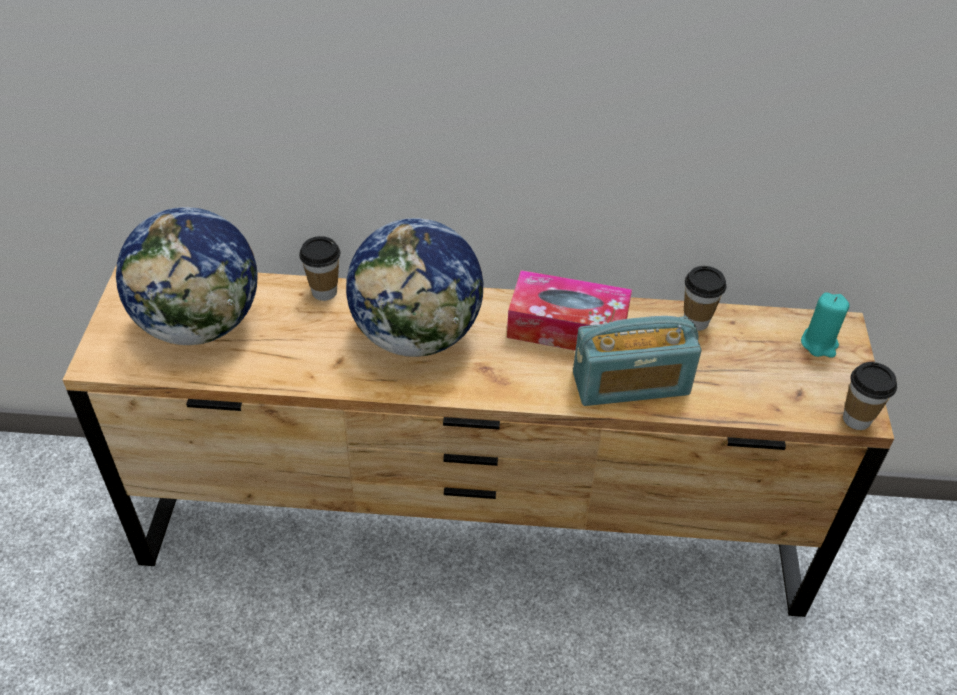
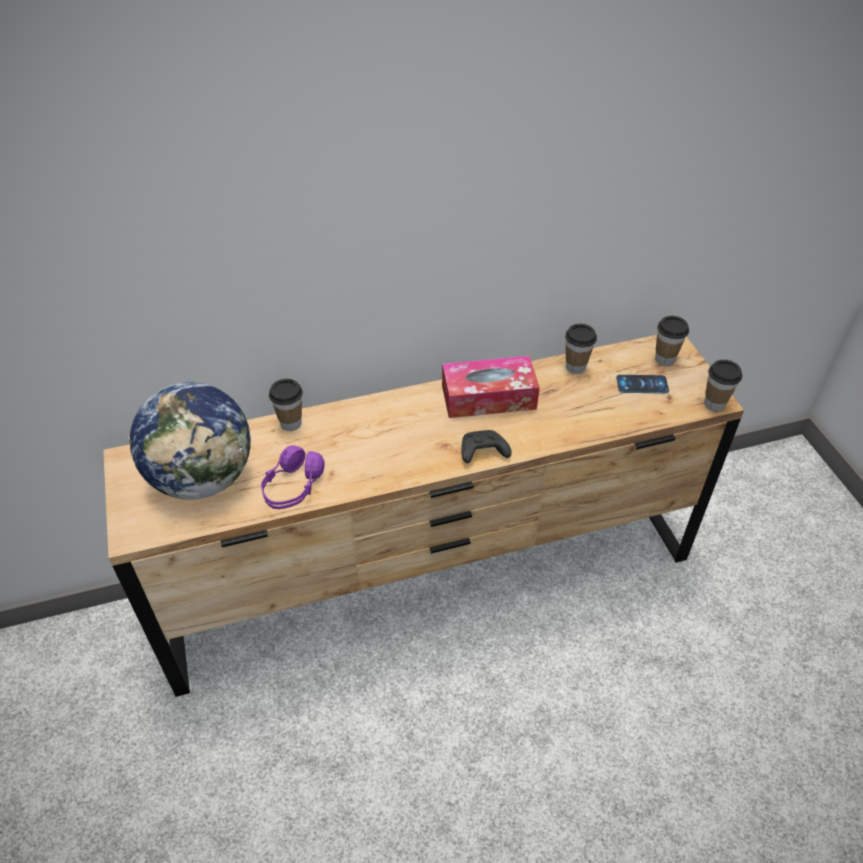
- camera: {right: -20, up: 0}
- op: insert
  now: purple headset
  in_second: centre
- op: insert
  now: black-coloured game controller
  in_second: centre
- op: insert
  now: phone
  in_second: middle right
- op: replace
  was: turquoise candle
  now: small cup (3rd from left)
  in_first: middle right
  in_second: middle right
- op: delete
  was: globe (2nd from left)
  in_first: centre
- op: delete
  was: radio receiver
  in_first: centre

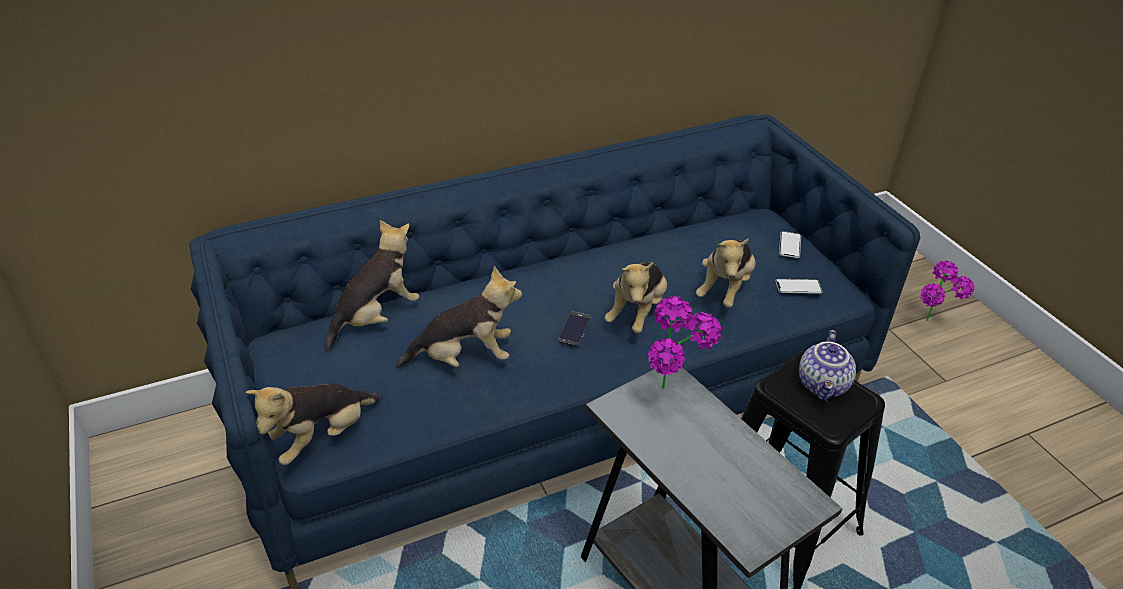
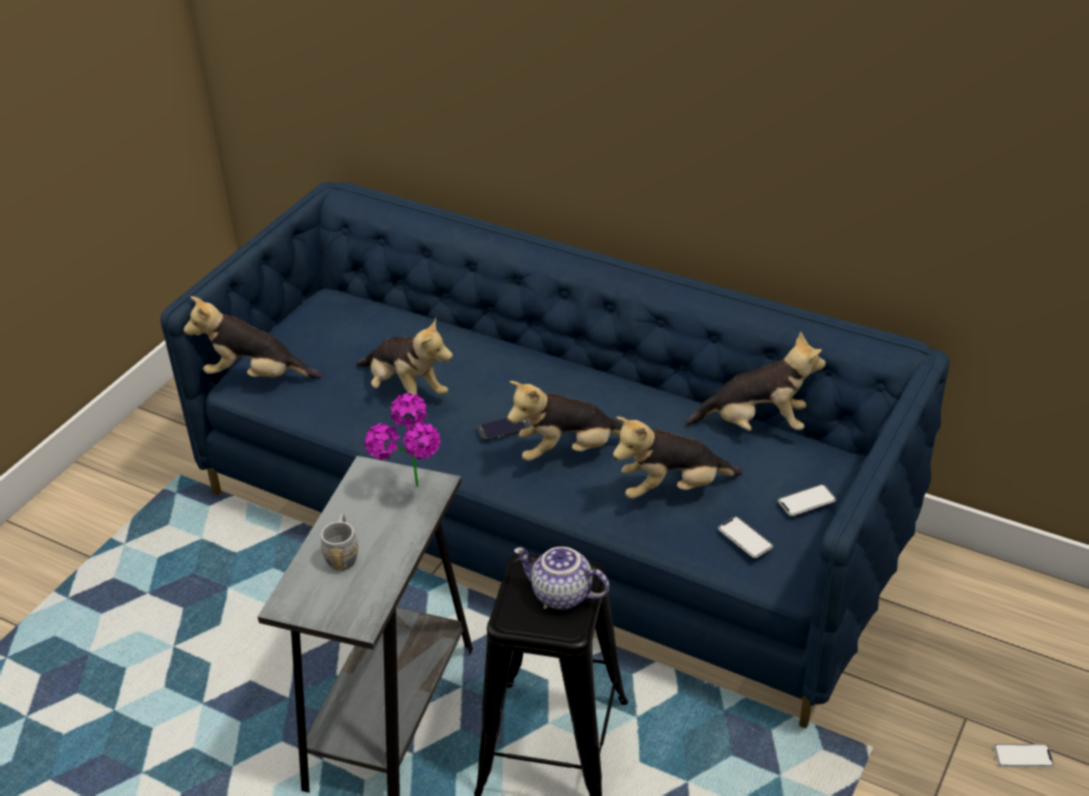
- camera: {right: 55, up: 0}
- op: insert
  now: greyish mug
  in_second: bottom left
- op: rotate
  was: teapot
  in_first: middle right
  in_second: bottom centre
  clockwise: 45
- op: move
  was: soft toy (2nd from left in the first image)
  now: soft toy (5th from left)
  in_first: middle left
  in_second: middle right
- op: replace
  was: plant in a pot (2nd from left)
  now: phone (4th from left)
  in_first: middle right
  in_second: bottom right

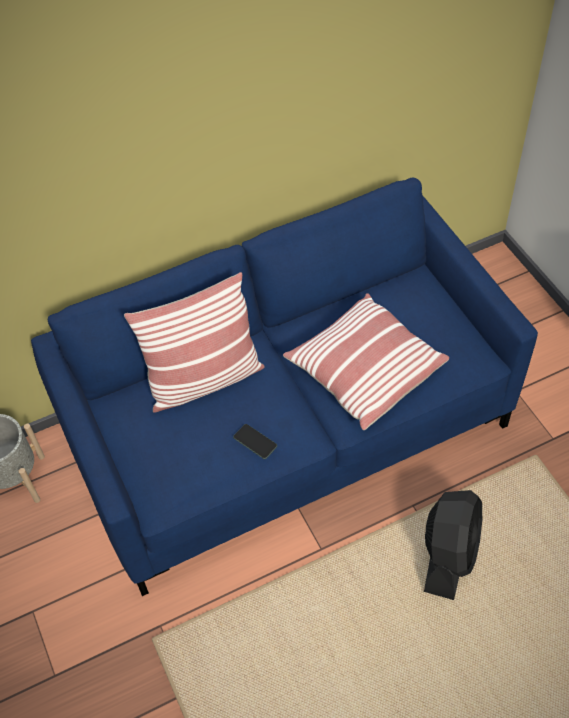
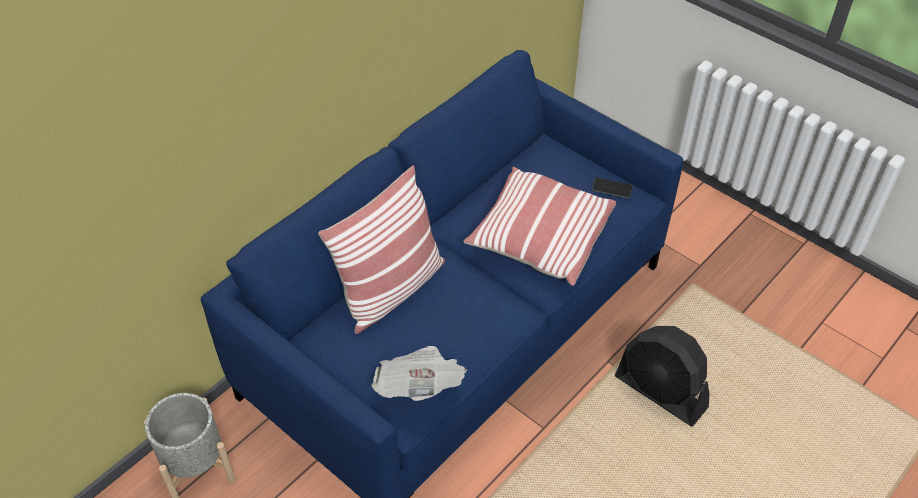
- camera: {right: -25, up: -5}
- op: insert
  now: newspaper
  in_second: bottom centre
- op: move
  was: phone
  in_first: centre
  in_second: middle right
- op: rotate
  was: black-coloured electric fan
  in_first: bottom right
  in_second: bottom right
  clockwise: 135

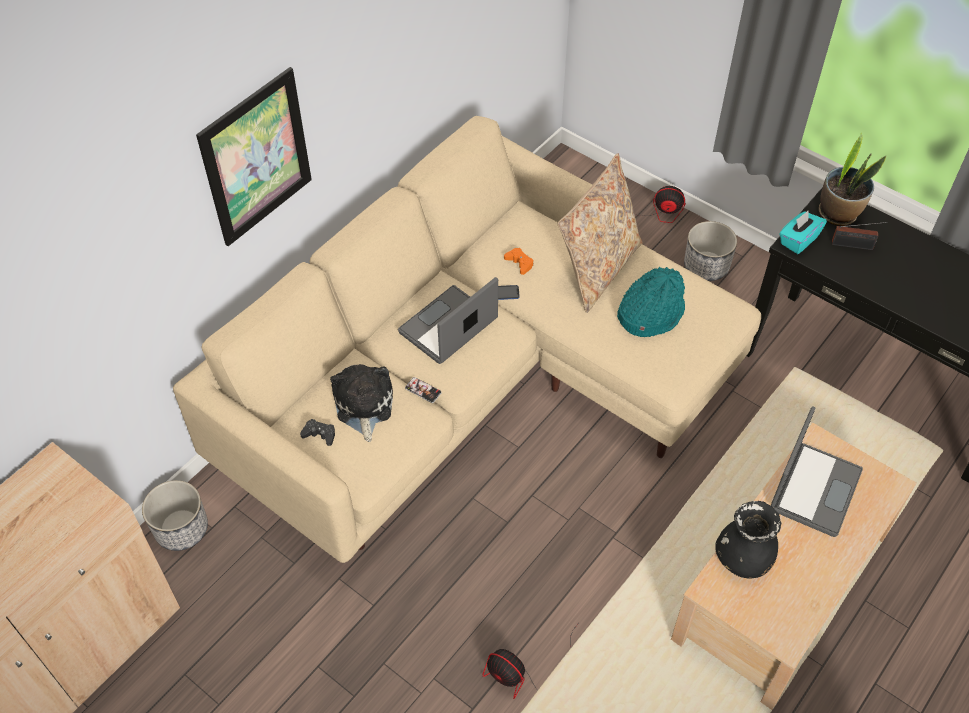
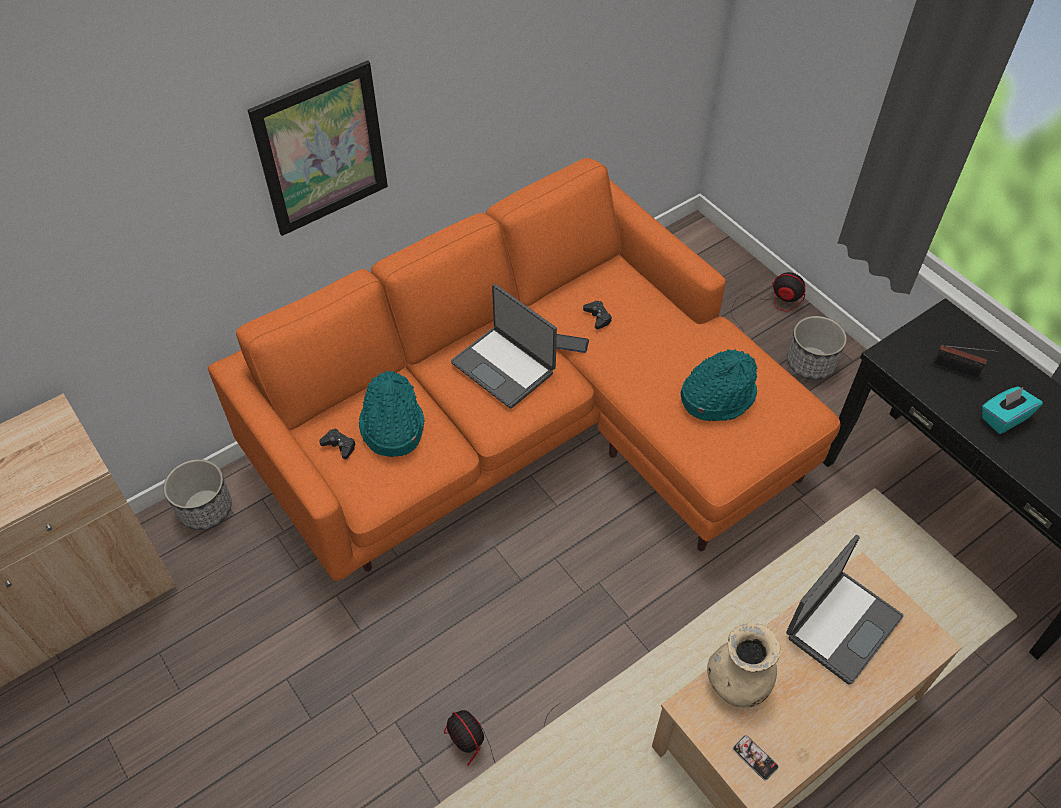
- camera: {right: 15, up: 0}
- op: recolor
  was: beige-coloured couch
  now: orangey couch
  in_first: centre
  in_second: centre
- op: replace
  was: soft toy
  now: turquoise clothing hat (1st from left)
  in_first: centre
  in_second: centre
- op: rotate
  was: portable computer (1st from left)
  in_first: centre
  in_second: centre
  clockwise: -105
- op: recolor
  was: orangey game controller
  now: black-coloured game controller (2nd from left)
  in_first: centre
  in_second: centre
- op: recolor
  was: black-coloured flower vase
  now: beige-coloured flower vase
  in_first: bottom right
  in_second: bottom right
- op: move
  was: phone (1st from left in the first image)
  now: phone (2nd from left)
  in_first: centre
  in_second: bottom right
- op: move
  was: turquoise tissue holder
  in_first: top right
  in_second: middle right
- op: delete
  was: beige-coloured cushion
  in_first: top centre
- op: delete
  was: plant in a pot
  in_first: top right

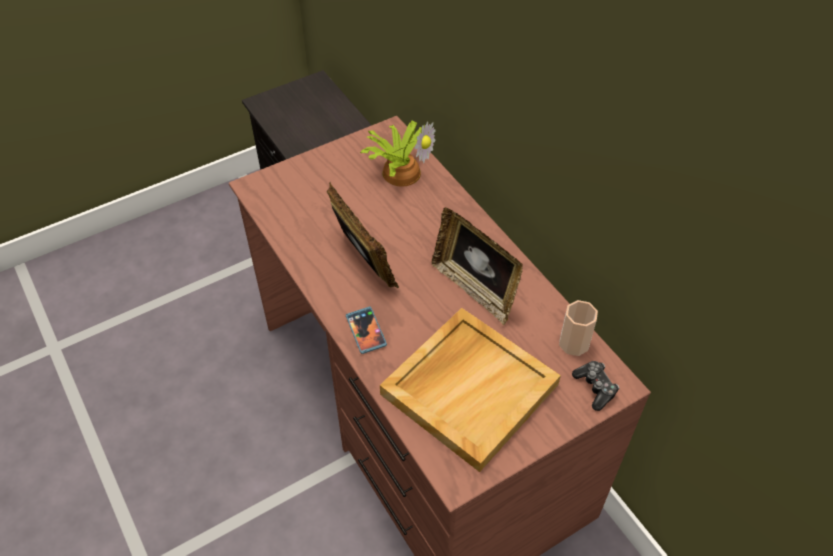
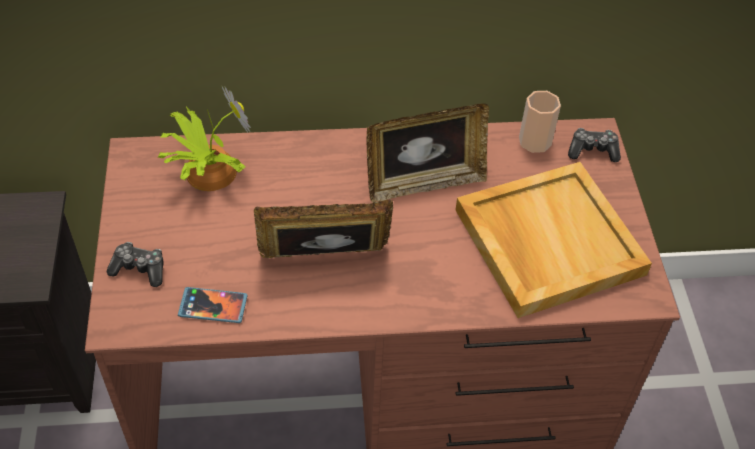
- camera: {right: -65, up: 0}
- op: insert
  now: game controller (1st from left)
  in_second: middle left
- op: move
  was: phone
  in_first: centre
  in_second: bottom left

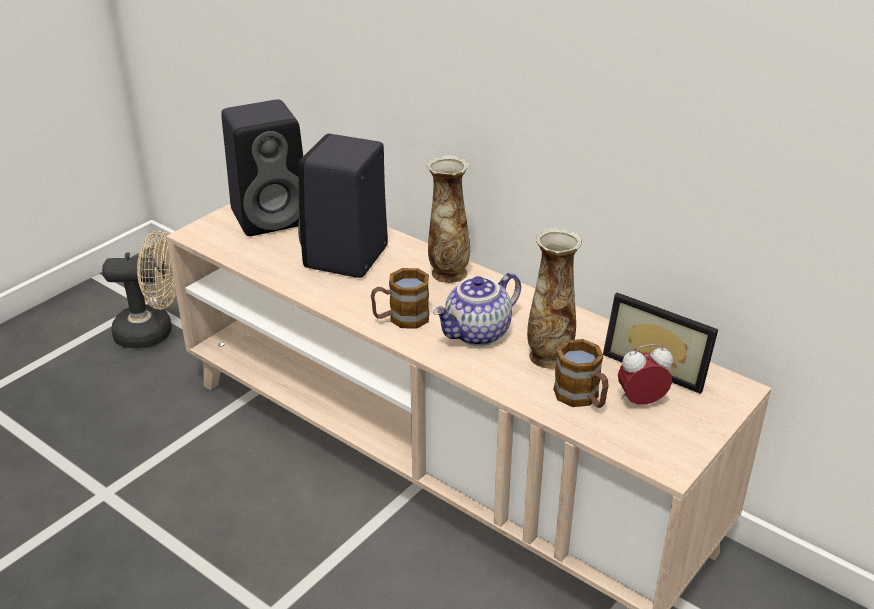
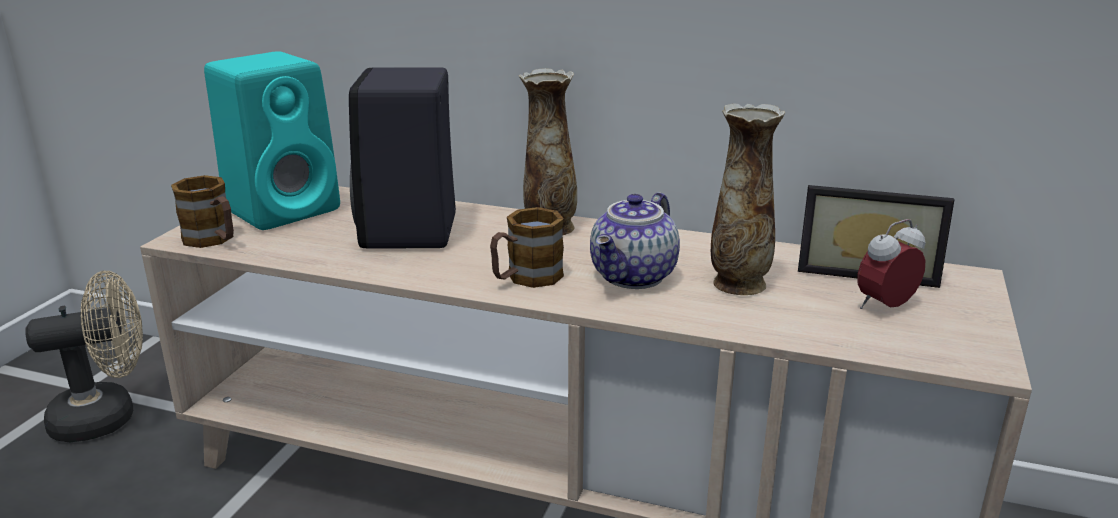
- camera: {right: -20, up: -10}
- op: move
  was: mug (2nd from left in the first image)
  now: mug (1st from left)
  in_first: centre
  in_second: middle left
- op: recolor
  was: black-coloured loudspeaker (1st from left)
  now: turquoise loudspeaker
  in_first: top left
  in_second: top left

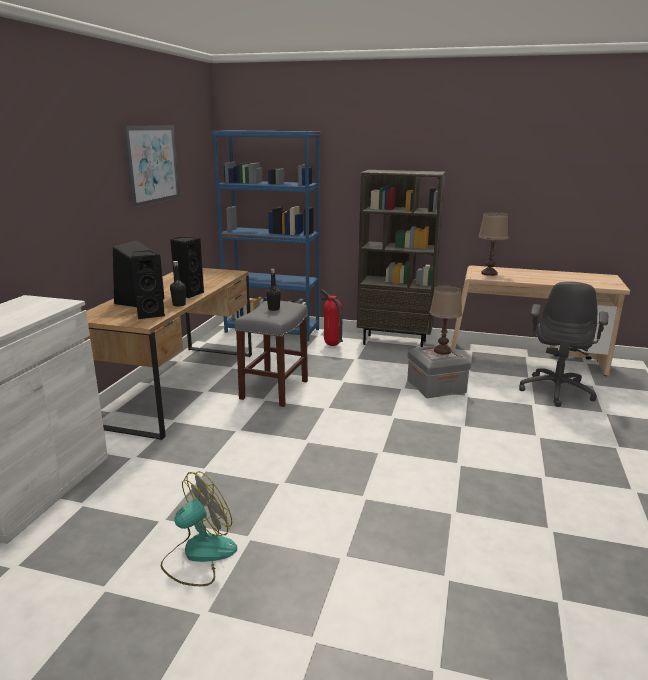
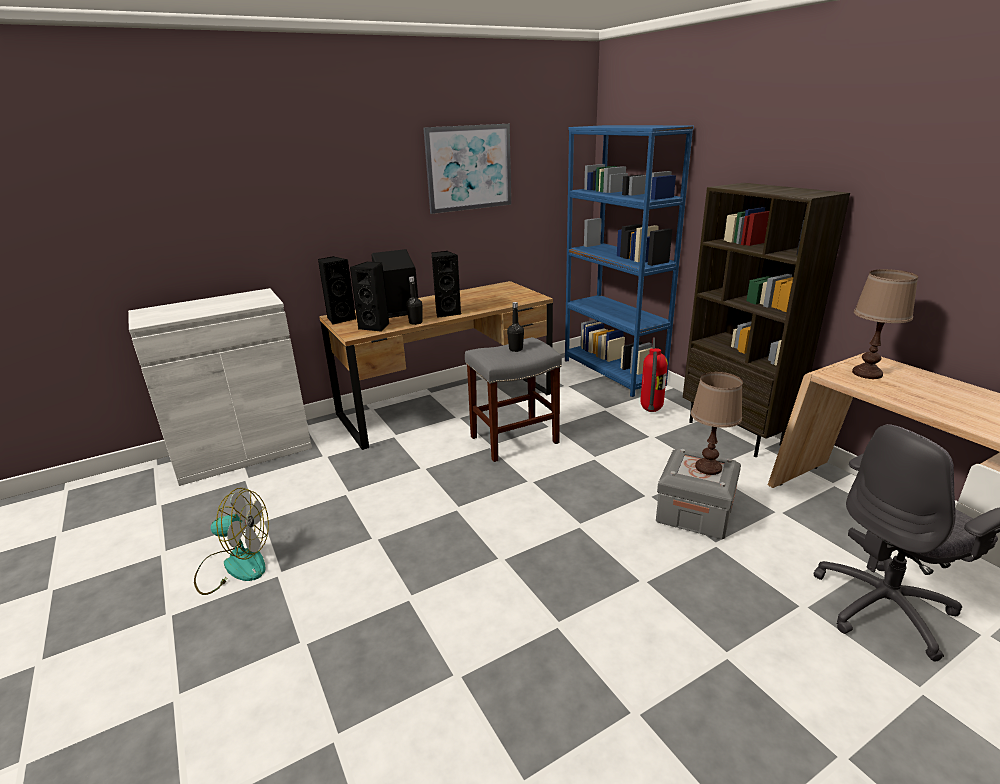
- camera: {right: 45, up: 5}
- op: insert
  now: black-coloured loudspeaker (1st from left)
  in_second: centre

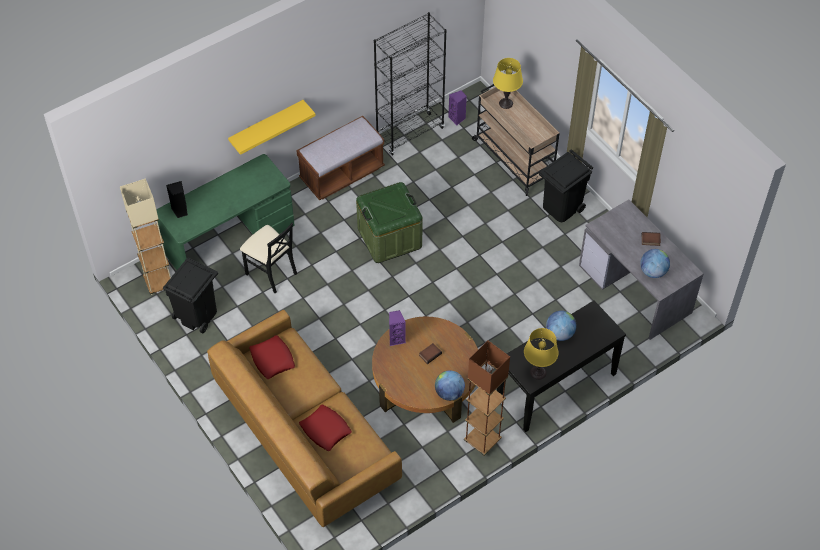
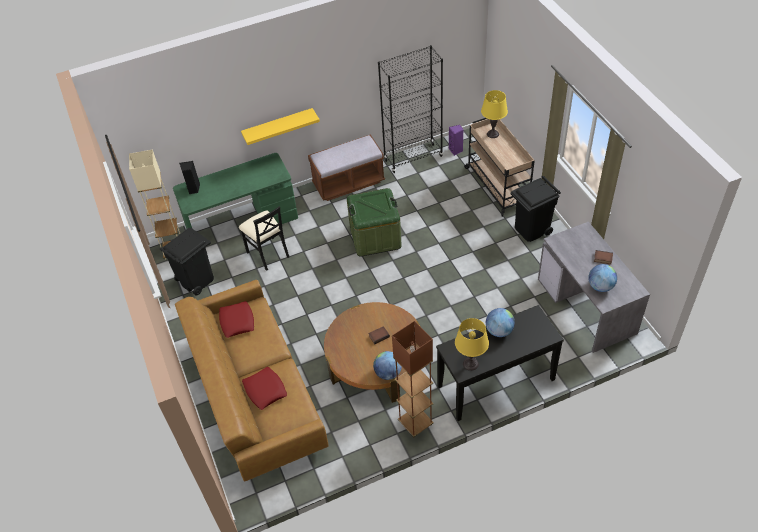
- camera: {right: 15, up: -5}
- op: delete
  was: purple loudspeaker (1st from left)
  in_first: centre

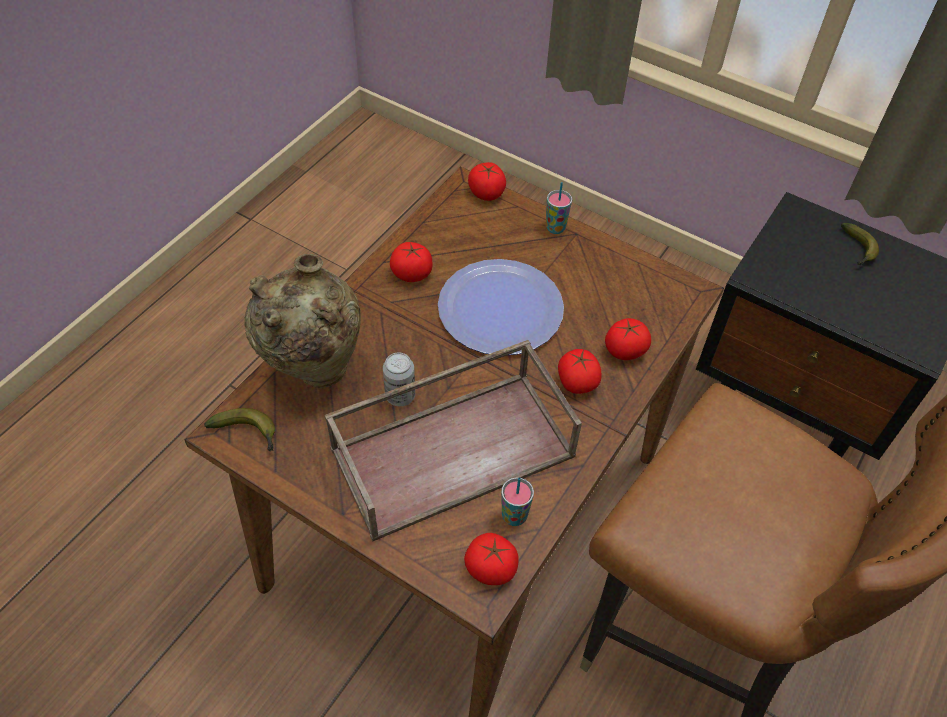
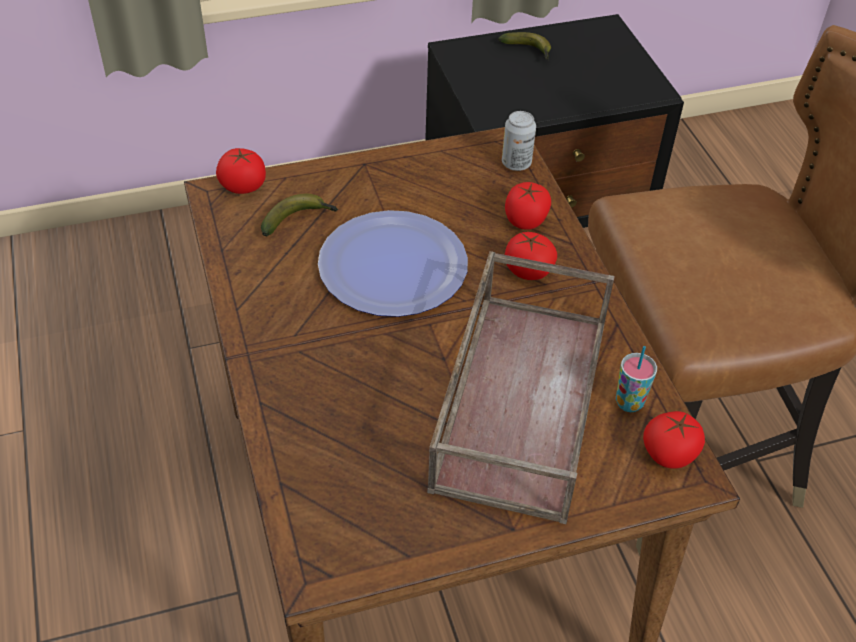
- camera: {right: -50, up: -5}
- op: move
  was: banana (1st from left)
  in_first: middle left
  in_second: centre
- op: move
  was: metal can
  in_first: centre
  in_second: top centre
- op: delete
  was: beige-coloured flower vase
  in_first: middle left
- op: delete
  was: tomato (1st from left)
  in_first: centre
- op: delete
  was: small cup (2nd from left)
  in_first: top centre

